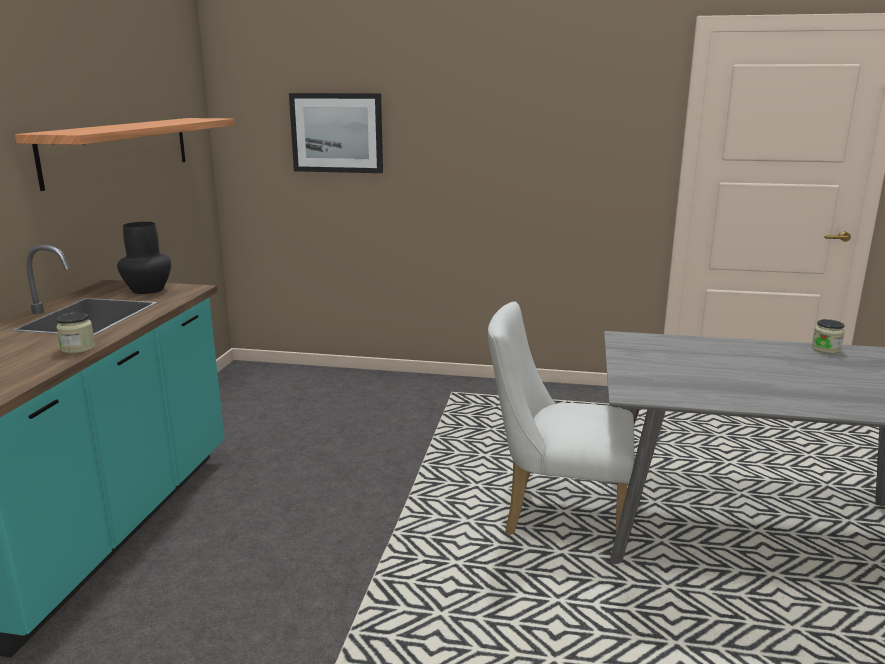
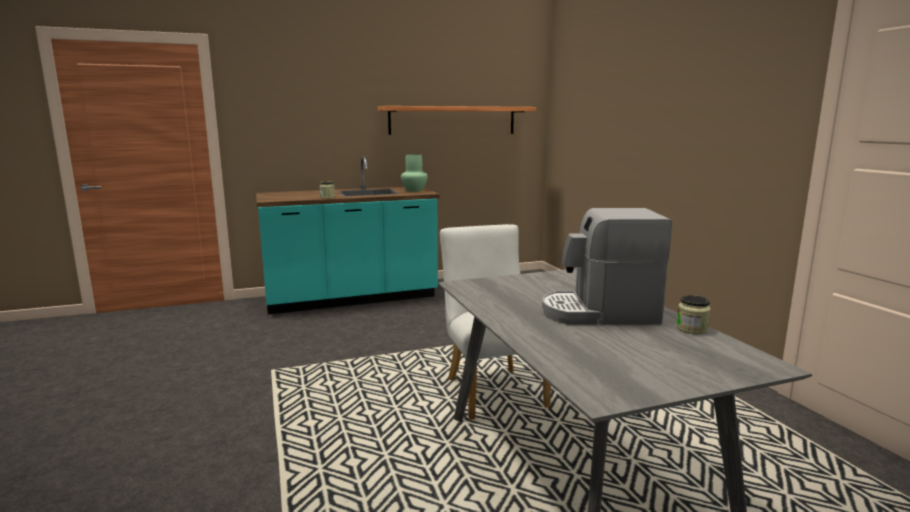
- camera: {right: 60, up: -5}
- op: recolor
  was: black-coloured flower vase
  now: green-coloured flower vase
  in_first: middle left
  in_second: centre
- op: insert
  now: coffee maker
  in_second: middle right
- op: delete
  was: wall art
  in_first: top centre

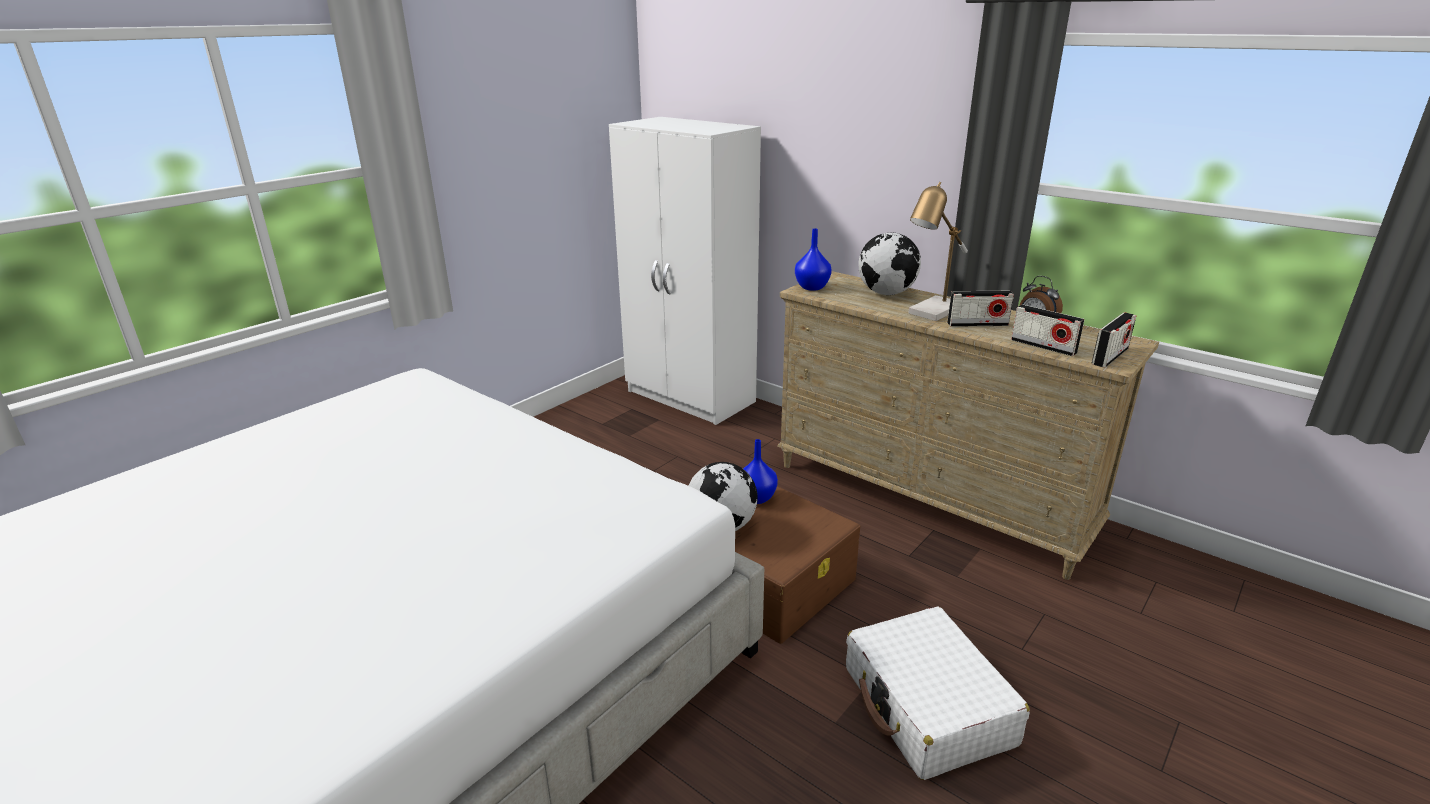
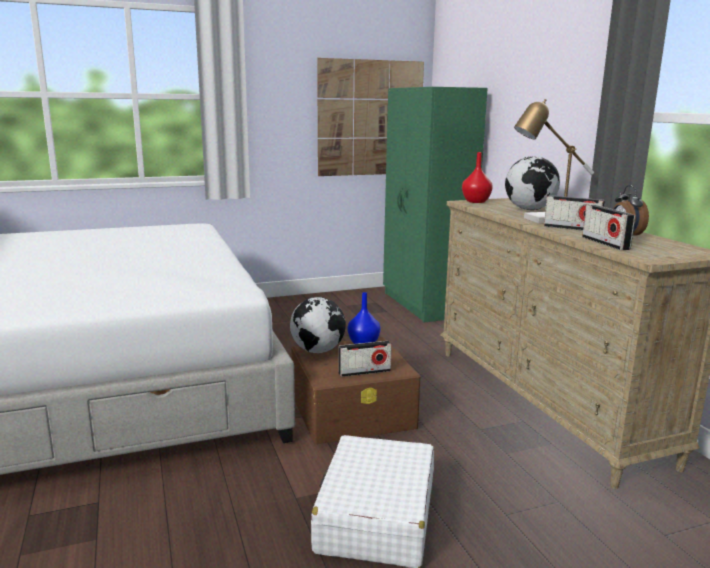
- camera: {right: 30, up: -10}
- op: insert
  now: wall art
  in_second: top centre
- op: move
  was: radio receiver (3rd from left in the first image)
  now: radio receiver (1st from left)
  in_first: middle right
  in_second: centre
- op: recolor
  was: white-coloured armoire
  now: green-coloured armoire
  in_first: centre
  in_second: centre
- op: recolor
  was: blue-coloured flower vase (2nd from left)
  now: red-coloured flower vase
  in_first: top centre
  in_second: top right

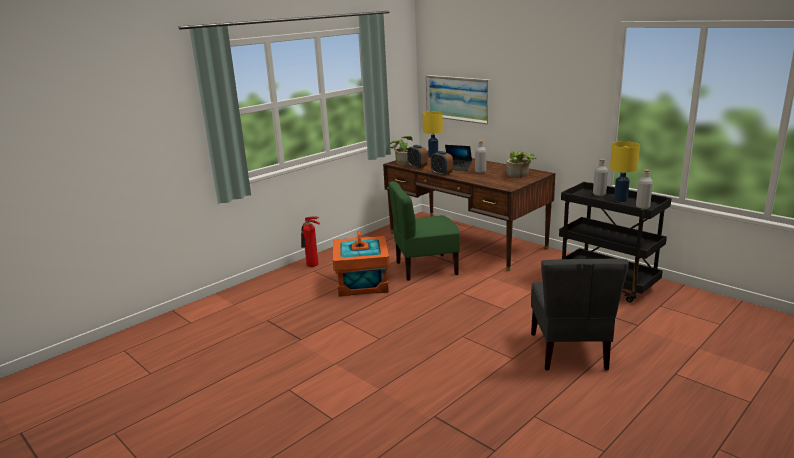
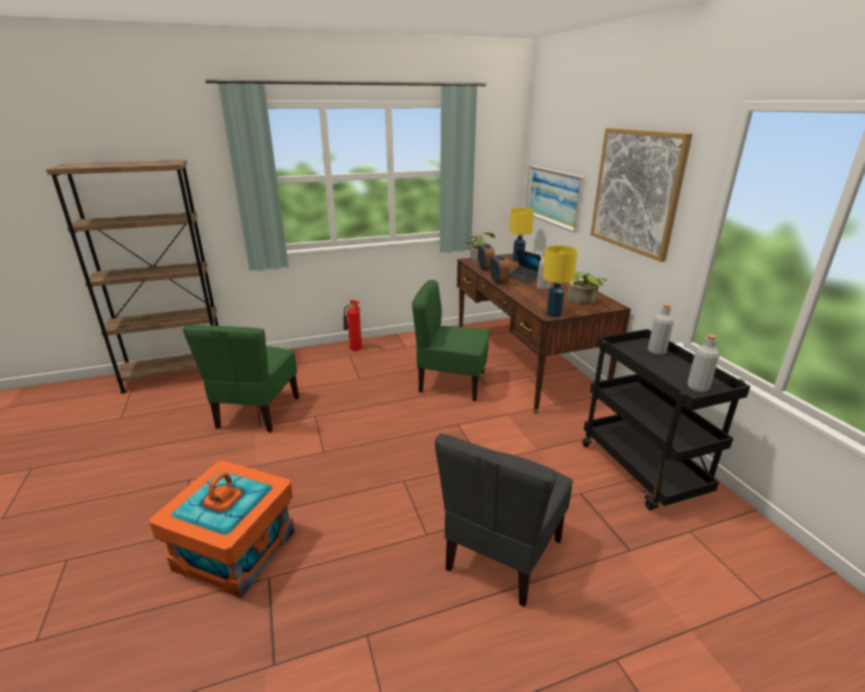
- camera: {right: 25, up: 5}
- op: insert
  now: brownish bookcase
  in_second: middle left
- op: move
  was: orangey storage box
  in_first: centre
  in_second: bottom left
- op: insert
  now: green-coloured plain chair (1st from left)
  in_second: middle left
- op: move
  was: yellow lamp for a table (2nd from left)
  in_first: middle right
  in_second: centre
- op: insert
  now: wall art (2nd from left)
  in_second: top right

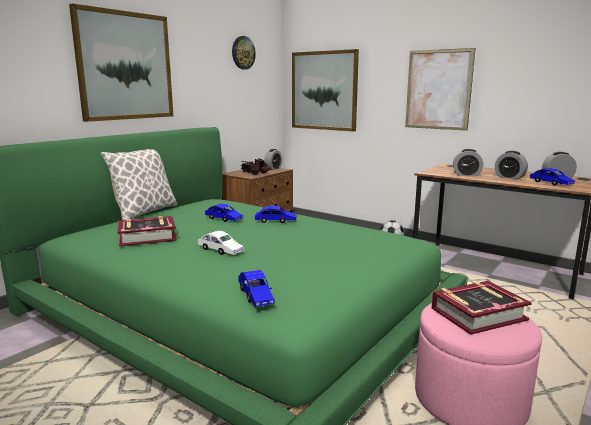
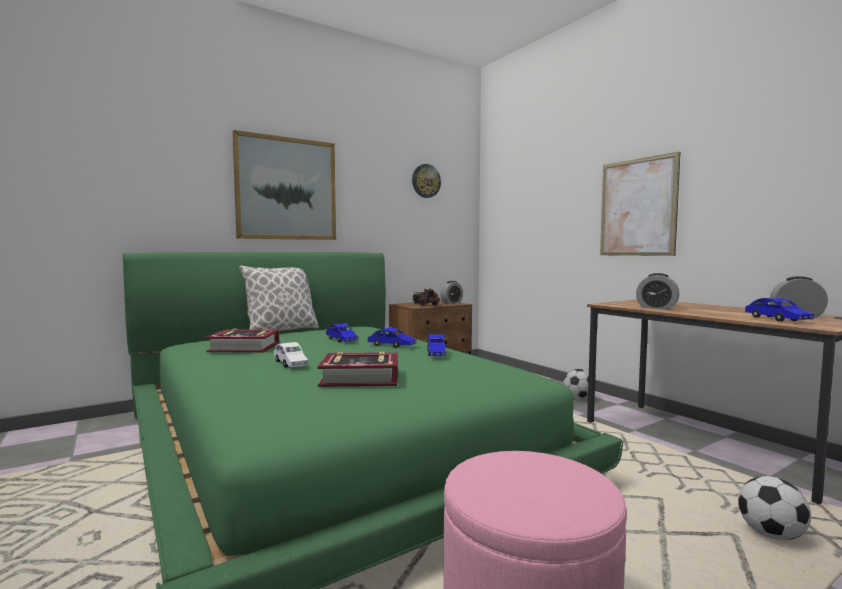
- camera: {right: 20, up: -10}
- op: move
  was: book (2nd from left)
  in_first: bottom right
  in_second: centre
- op: move
  was: blue-coloured model car (2nd from left in the first image)
  now: blue-coloured model car (3rd from left)
  in_first: bottom centre
  in_second: centre
- op: insert
  now: football ball (2nd from left)
  in_second: bottom right
- op: delete
  was: wall art (2nd from left)
  in_first: top centre
- op: delete
  was: table clock (3rd from left)
  in_first: middle right

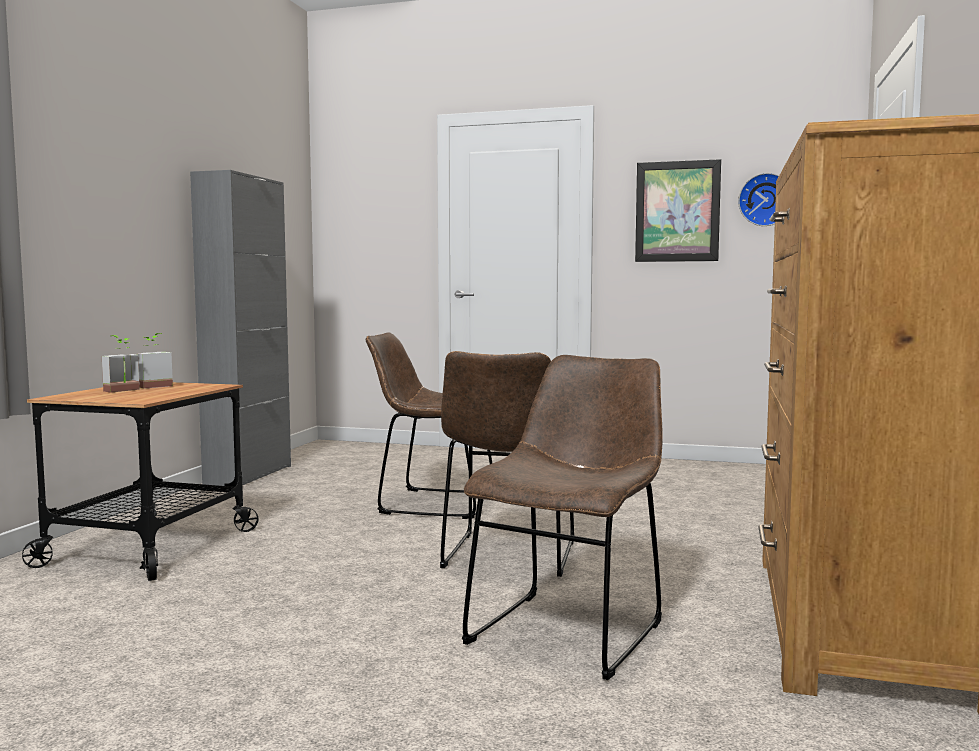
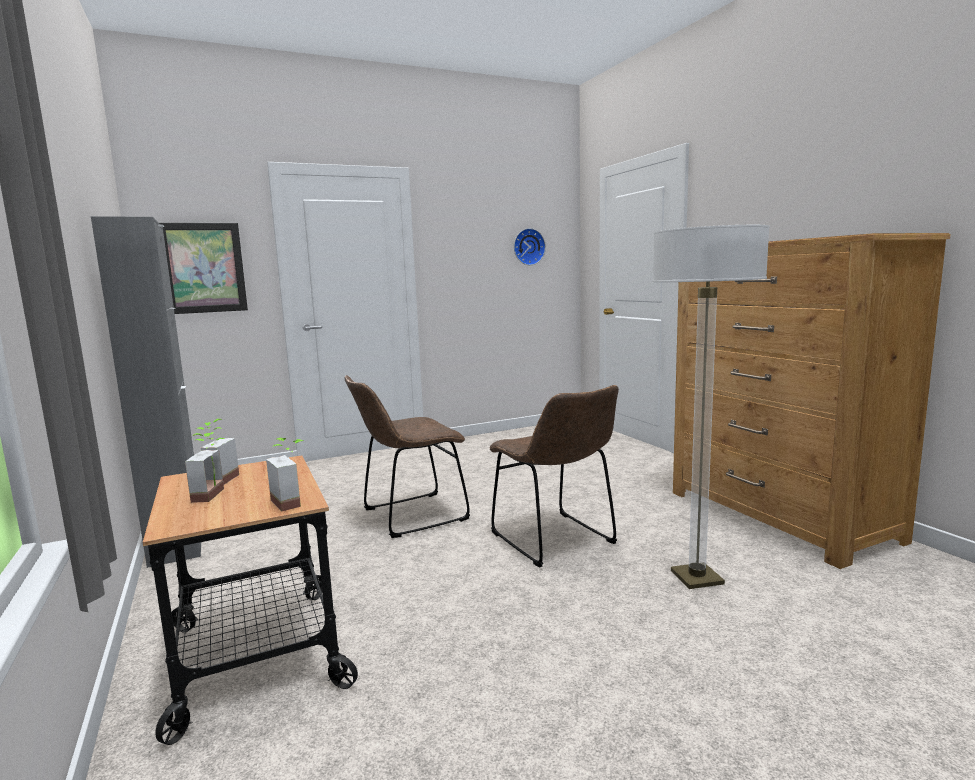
- camera: {right: -40, up: 5}
- op: move
  was: wall art
  in_first: top right
  in_second: middle left
- op: insert
  now: plant in a pot (3rd from left)
  in_second: middle left
- op: replace
  was: brownish plain chair (3rd from left)
  now: standing lamp
  in_first: bottom centre
  in_second: middle right

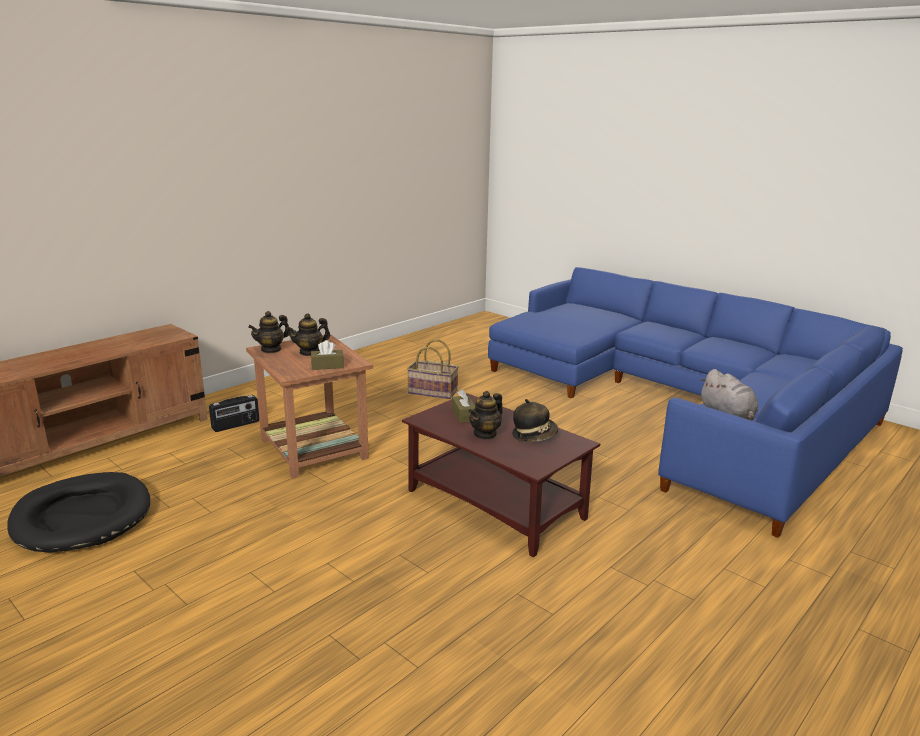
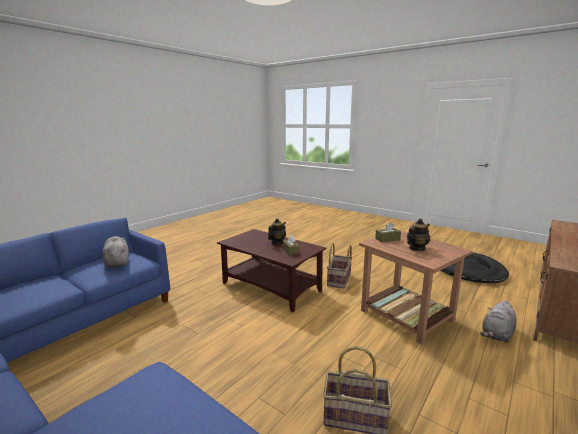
- camera: {right: 175, up: -5}
- op: insert
  now: household basket (1st from left)
  in_second: centre
- op: replace
  was: radio receiver
  now: greyish soft toy (2nd from left)
  in_first: middle left
  in_second: bottom right
- op: delete
  was: teapot (1st from left)
  in_first: middle left
- op: delete
  was: clothing hat
  in_first: centre

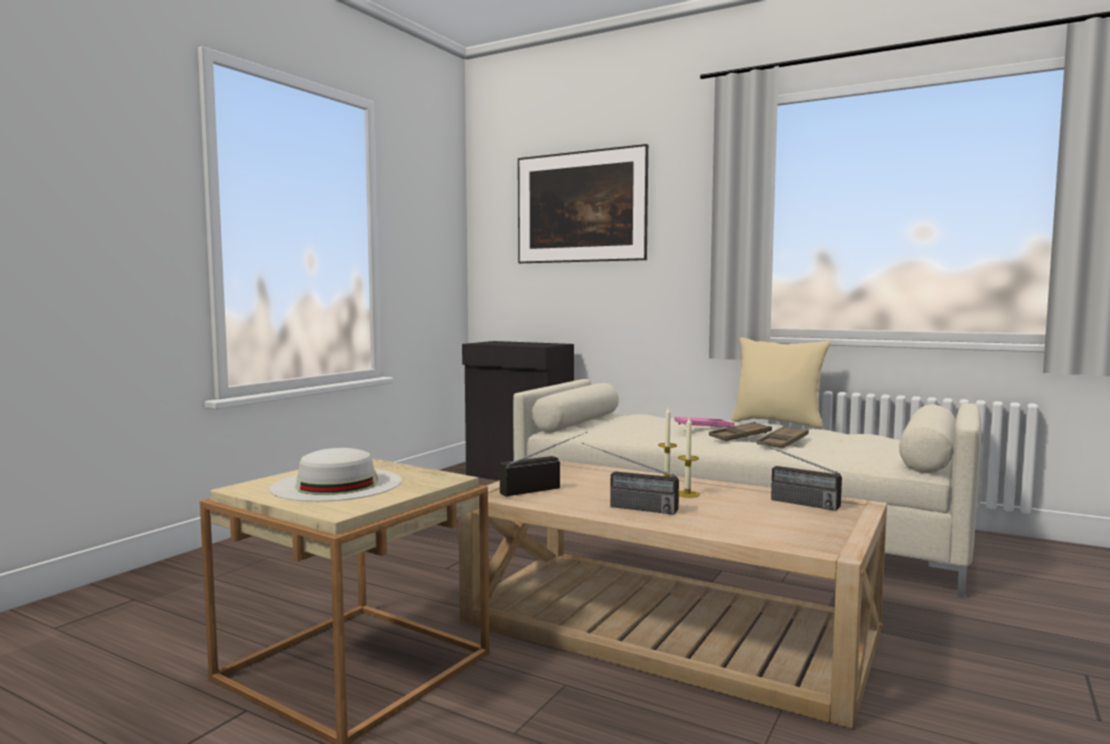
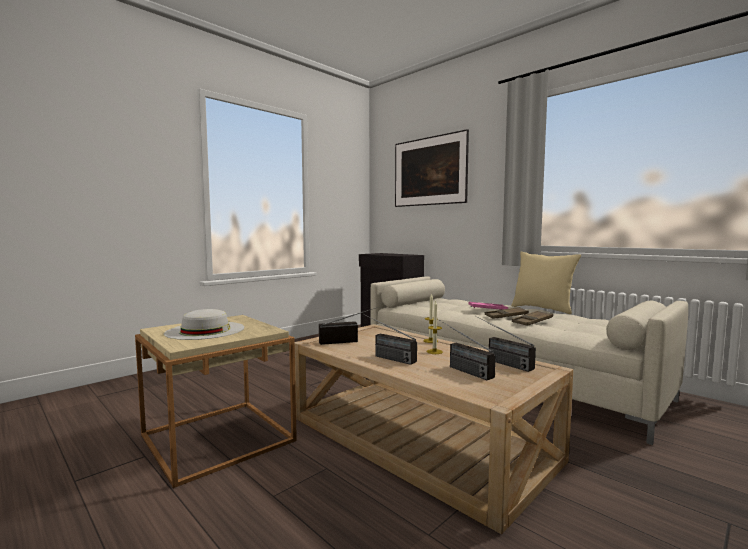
- camera: {right: 15, up: 0}
- op: insert
  now: radio receiver (3rd from left)
  in_second: centre

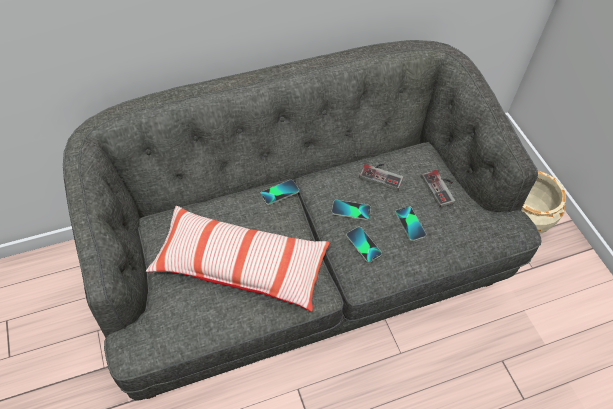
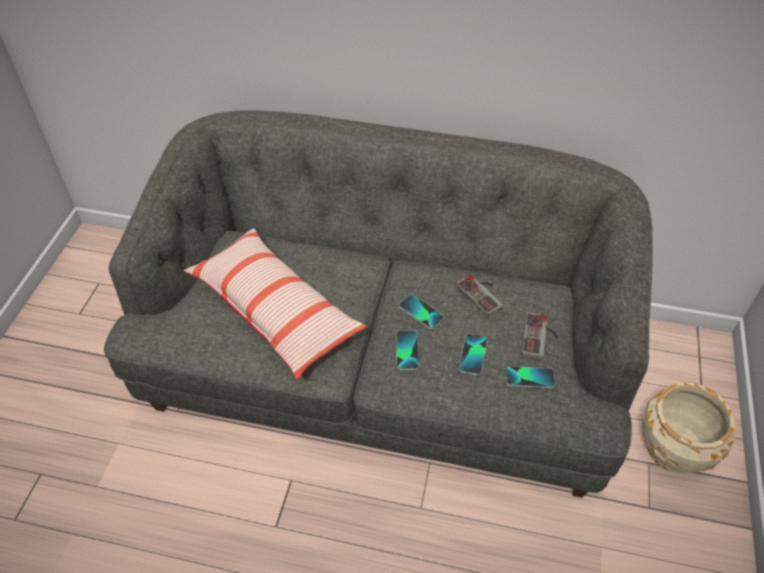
- camera: {right: 35, up: -5}
- op: move
  was: phone (1st from left in the first image)
  now: phone (4th from left)
  in_first: centre
  in_second: middle right

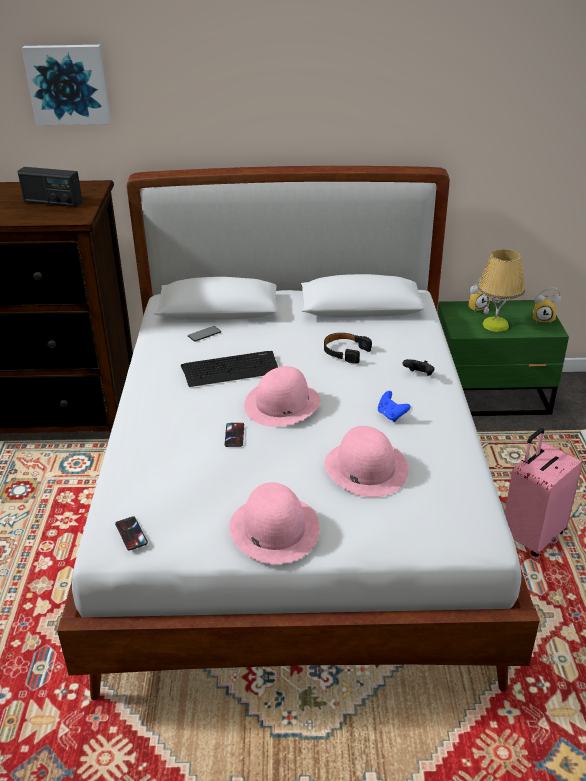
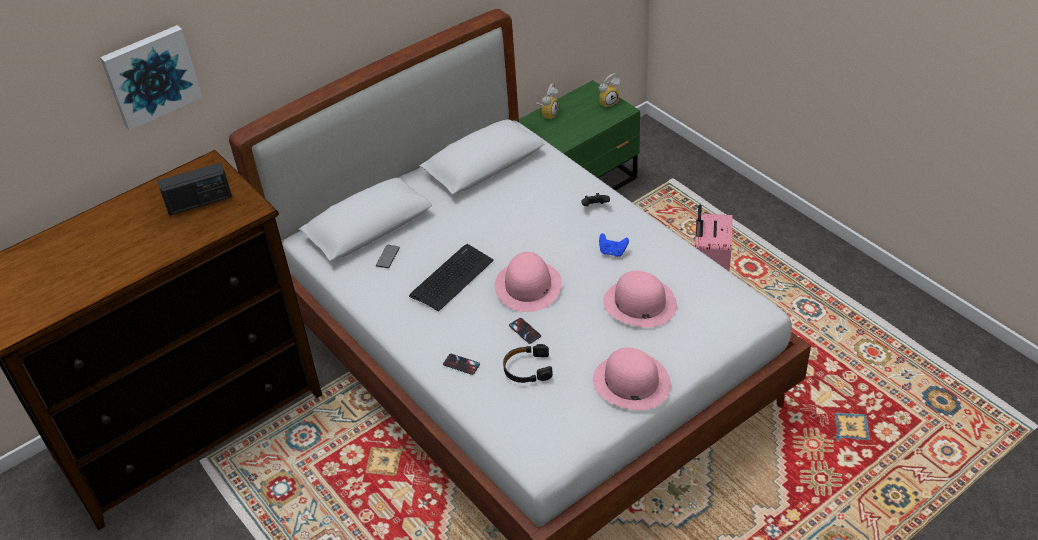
- camera: {right: -35, up: 10}
- op: move
  was: phone (1st from left in the first image)
  now: phone (2nd from left)
  in_first: bottom left
  in_second: bottom centre
- op: move
  was: black-coloured headset
  in_first: centre
  in_second: bottom centre
- op: delete
  was: lamp for a table
  in_first: middle right

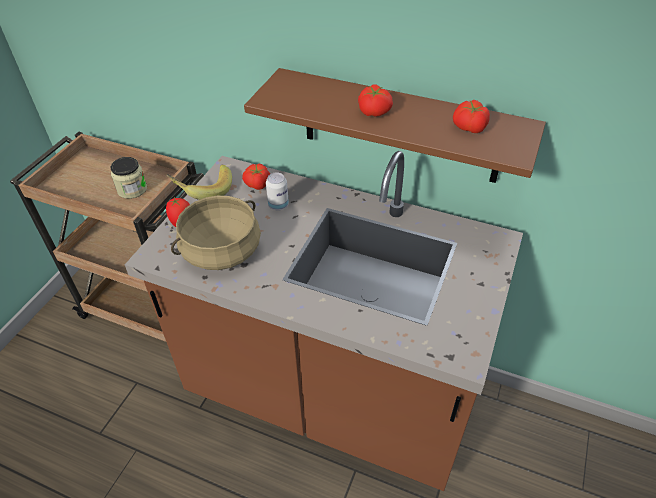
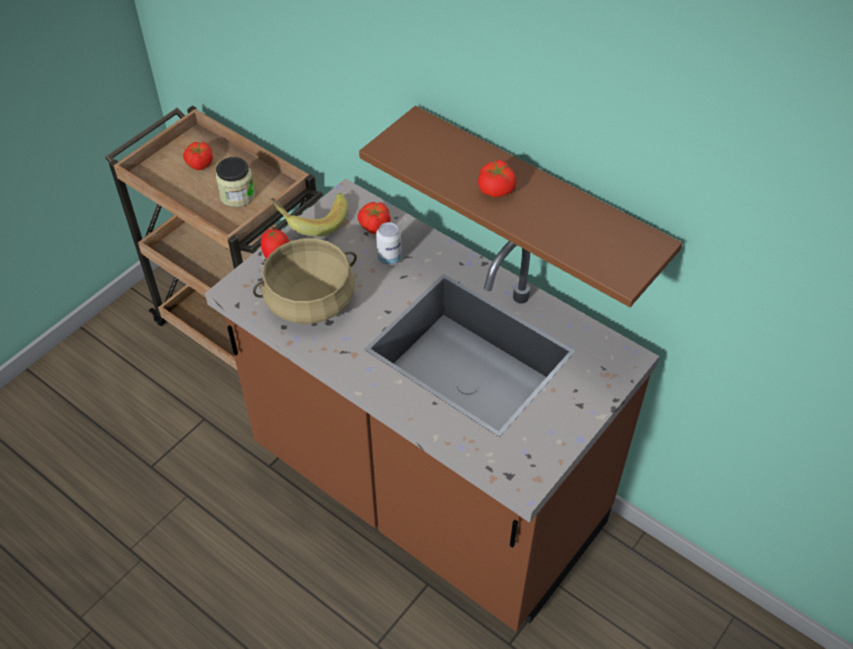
- camera: {right: 15, up: 5}
- op: move
  was: tomato (4th from left in the first image)
  now: tomato (1st from left)
  in_first: top right
  in_second: top left

